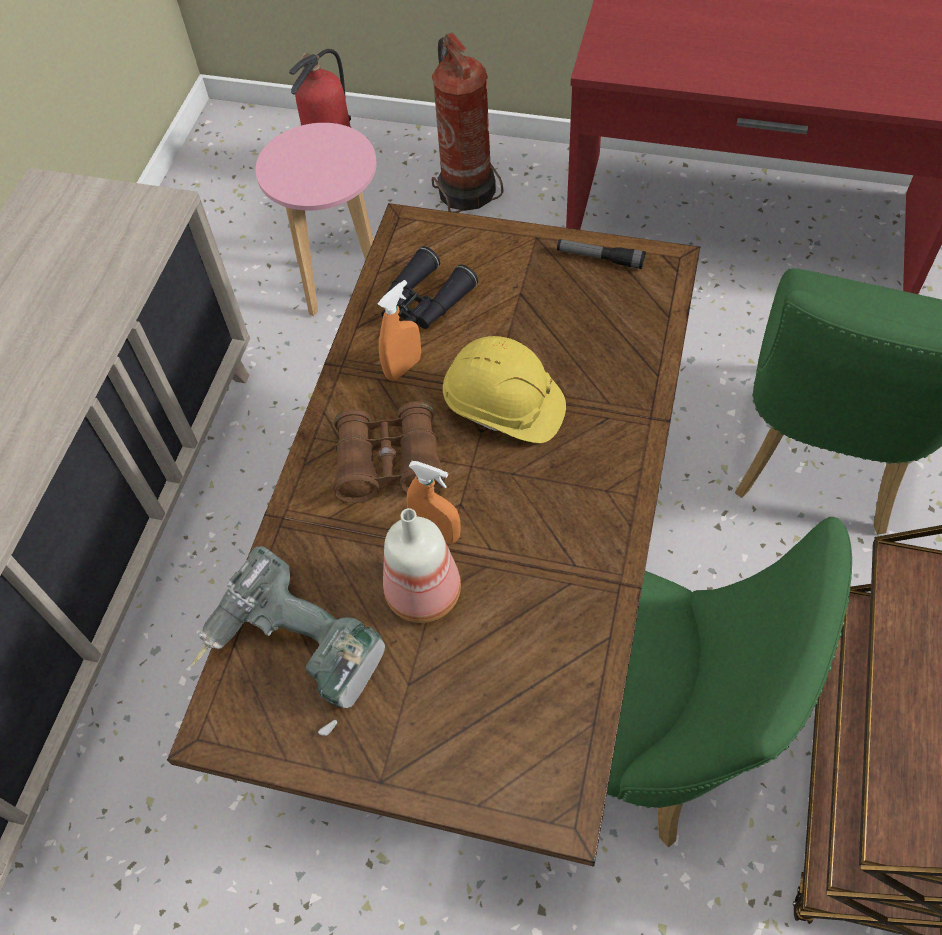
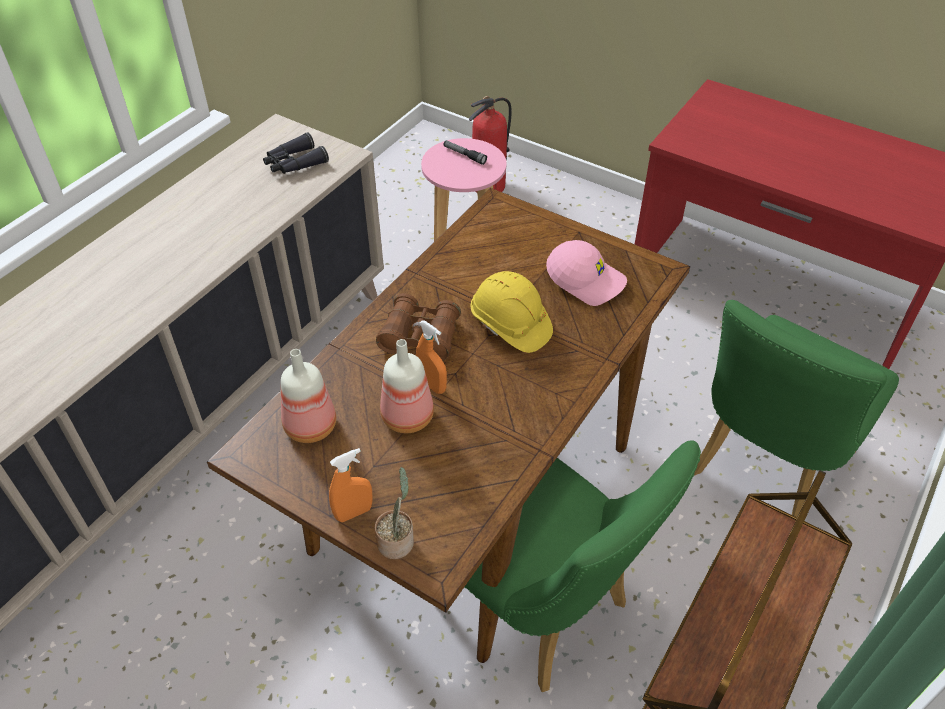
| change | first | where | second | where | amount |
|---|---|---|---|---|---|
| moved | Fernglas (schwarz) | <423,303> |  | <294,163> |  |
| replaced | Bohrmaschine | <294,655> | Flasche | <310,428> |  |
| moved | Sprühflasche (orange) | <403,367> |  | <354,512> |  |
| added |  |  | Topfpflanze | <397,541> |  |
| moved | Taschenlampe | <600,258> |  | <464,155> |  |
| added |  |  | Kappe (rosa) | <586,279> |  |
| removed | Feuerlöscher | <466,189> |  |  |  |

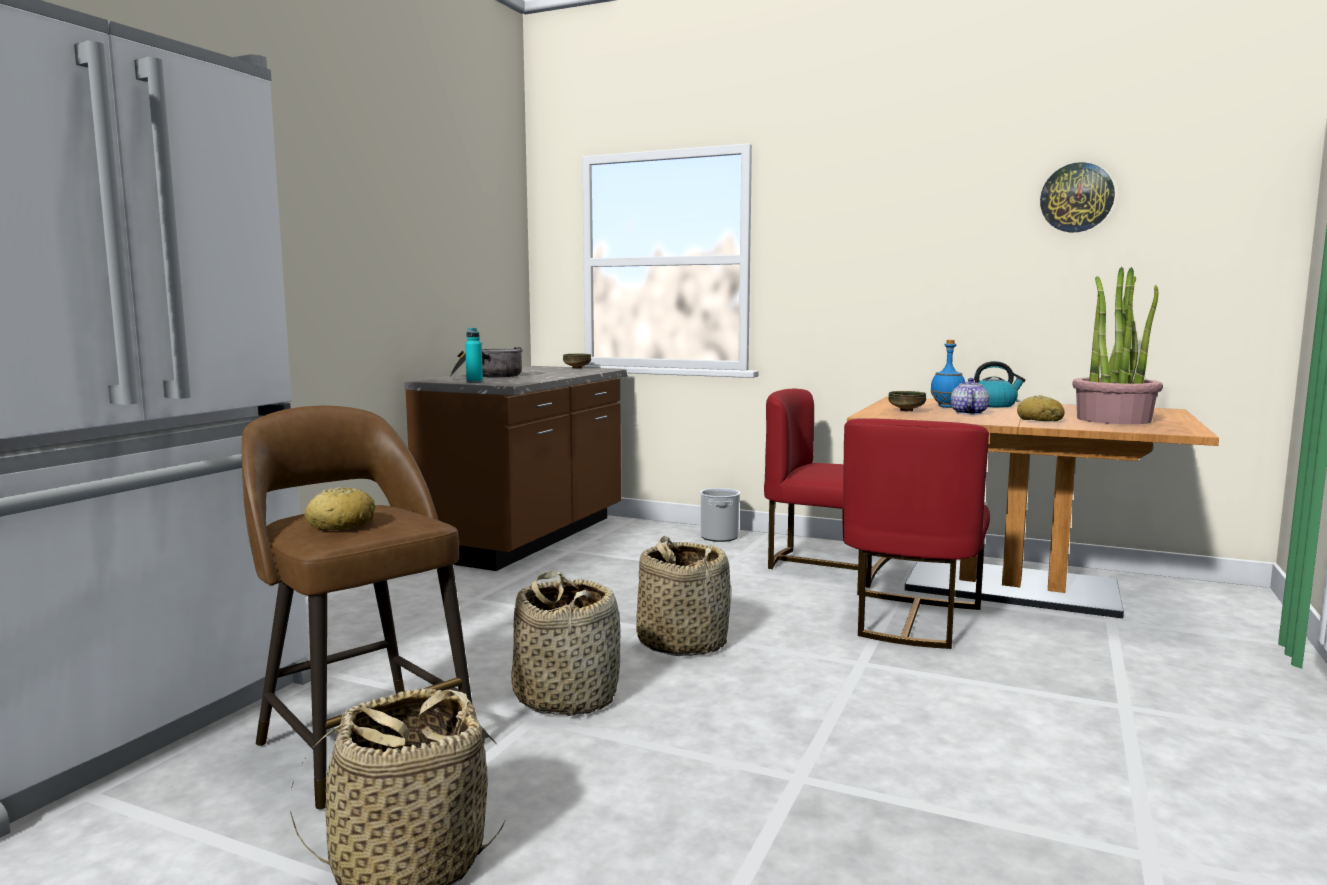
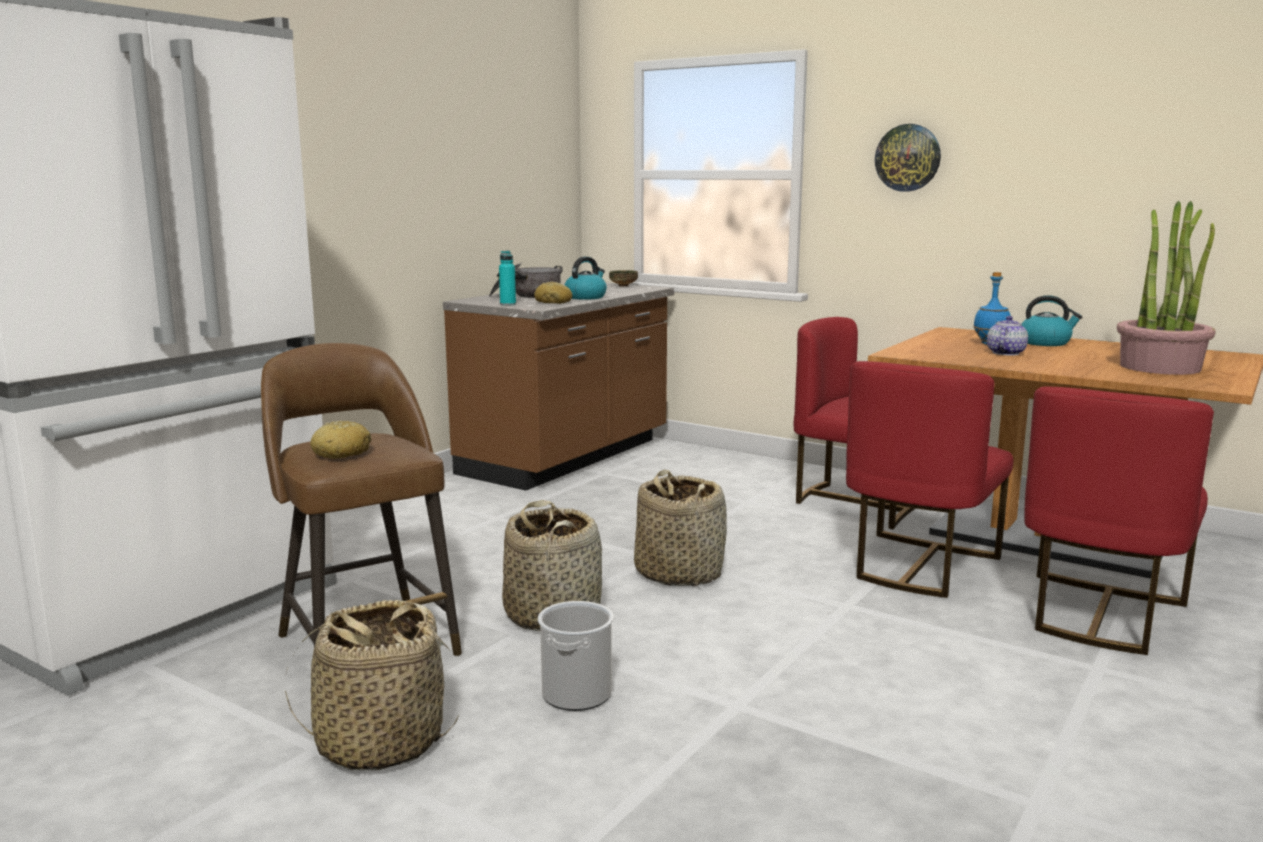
| change | first | where | second | where | amount |
|---|---|---|---|---|---|
| moved | Brot | <1040,420> |  | <553,302> |  |
| moved | Eimer | <719,537> |  | <577,694> |  |
| added |  |  | Wasserkessel | <586,297> |  |
| moved | Wanduhr | <1076,198> |  | <908,158> |  |
| added |  |  | Stuhl (rot) | <1099,614> |  |
| removed | Schüssel | <907,411> |  |  |  |

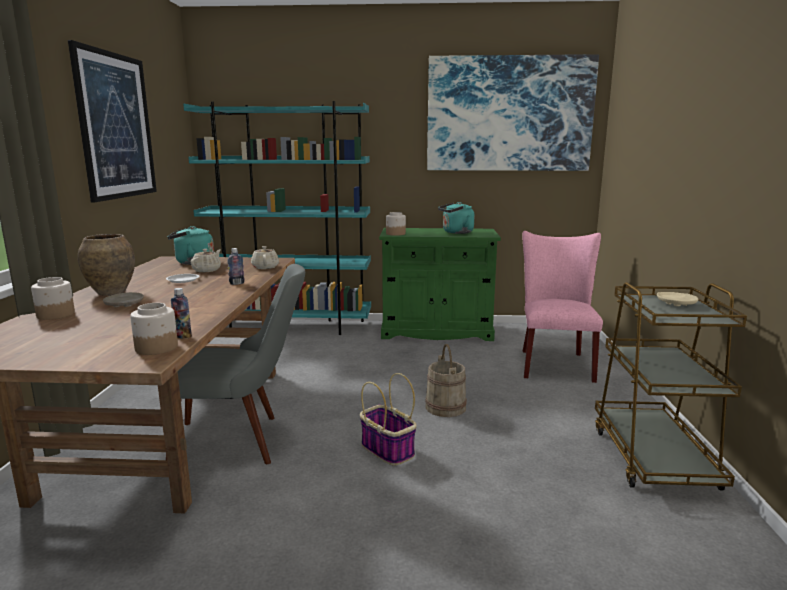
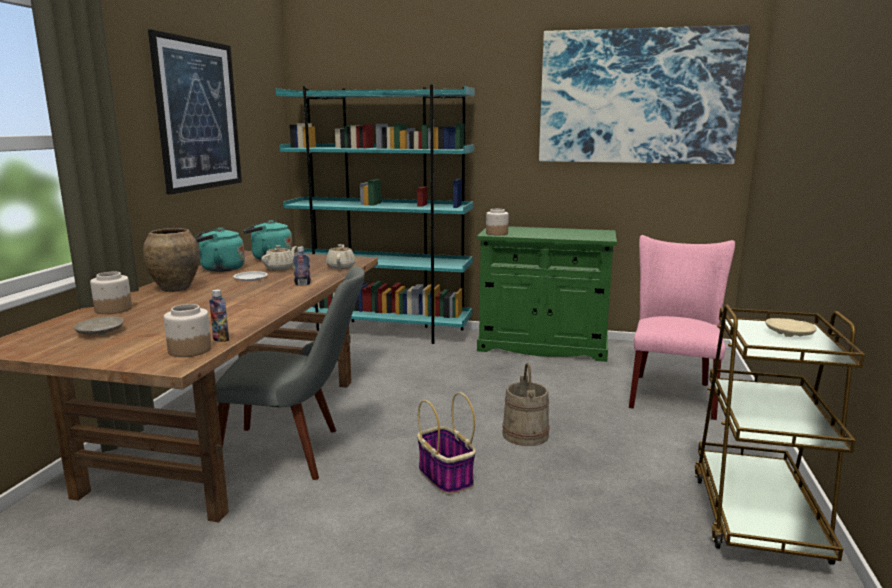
| change | first | where | second | where | amount |
|---|---|---|---|---|---|
| moved | Teller (beige) | <124,305> |  | <100,332> |  |
| moved | Wasserkessel (türkis) | <456,232> |  | <219,269> |  |

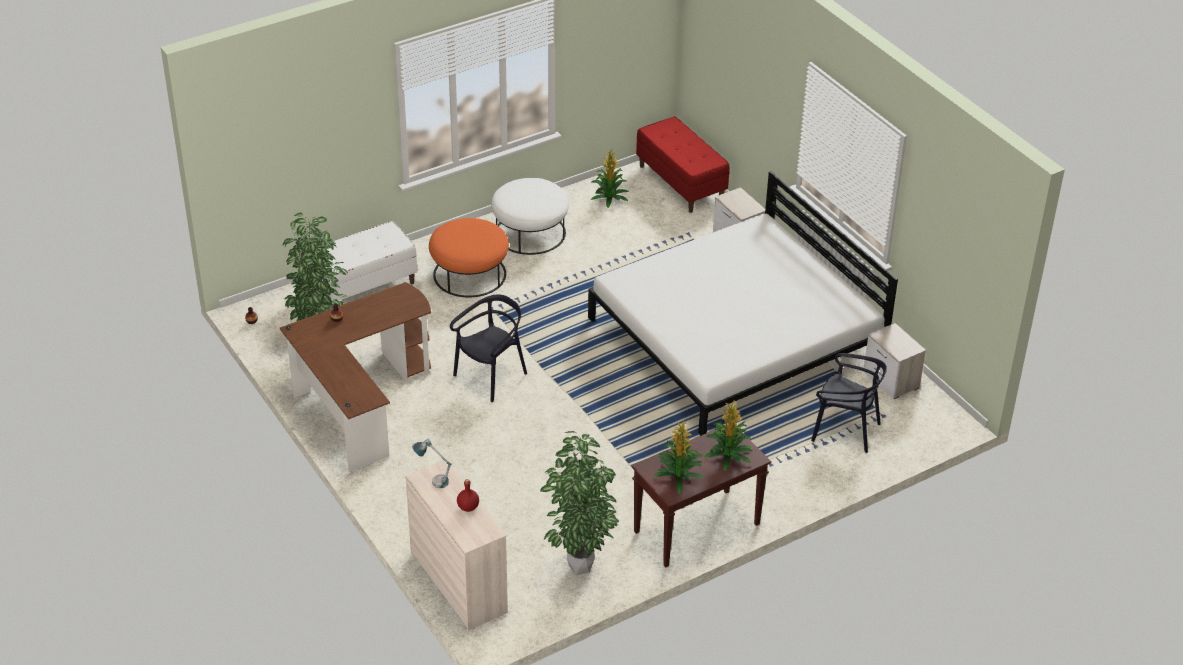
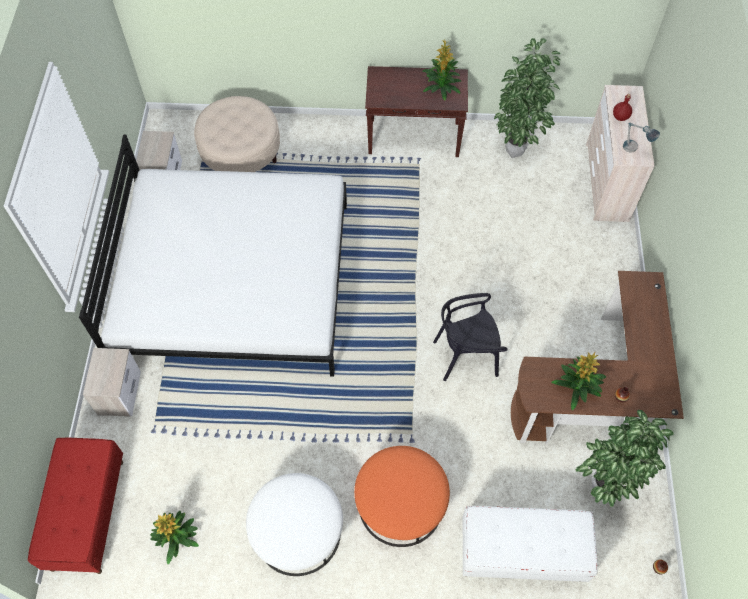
| change | first | where | second | where | amount |
|---|---|---|---|---|---|
| replaced | Stuhl (schwarz) | <845,430> | Polsterhocker (beige) | <241,155> |  |
| moved | Topfpflanze | <728,456> |  | <577,386> |  |

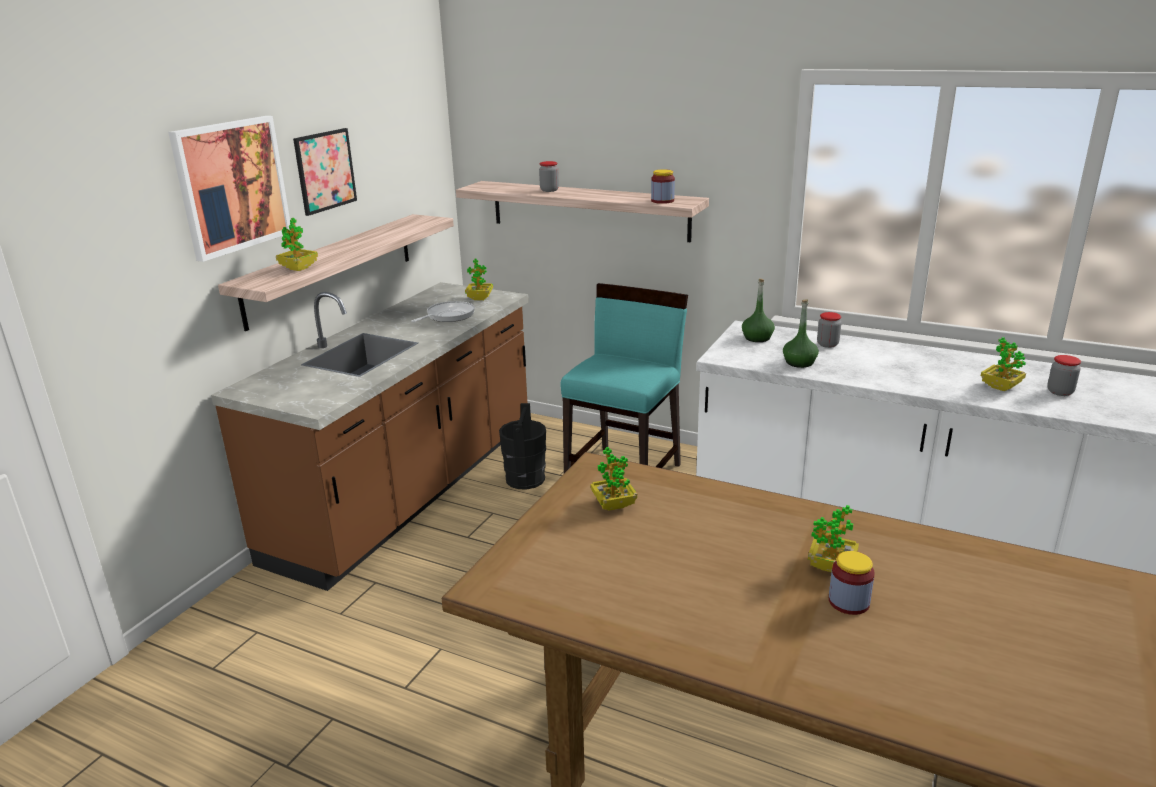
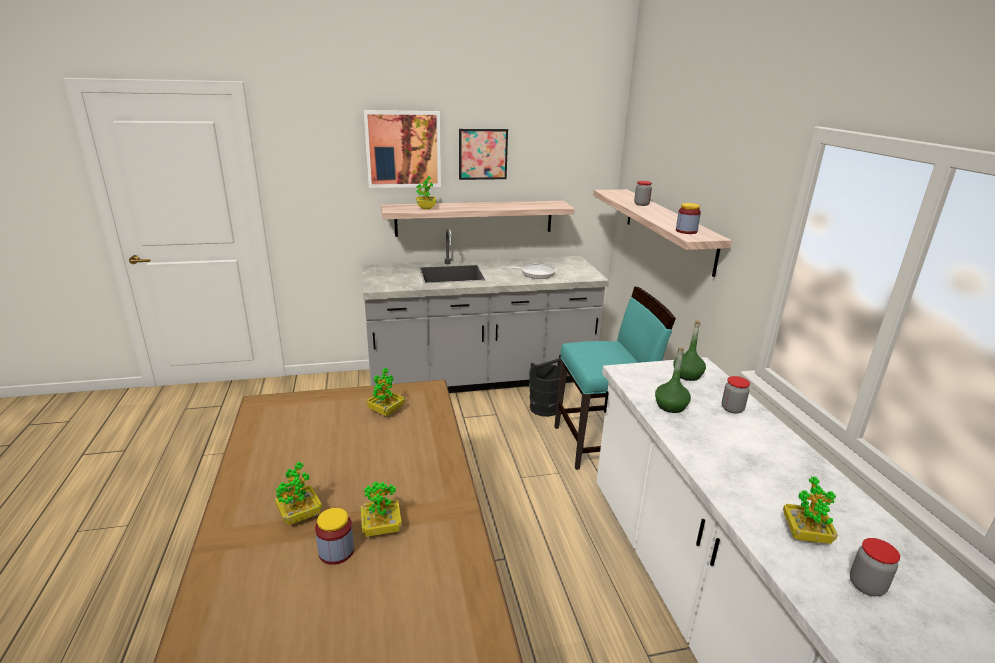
| change | first | where | second | where | amount |
|---|---|---|---|---|---|
| moved | Topfpflanze | <480,298> |  | <300,515> |  |
| recoloured | Küchenzeile (braun) | <410,492> | Küchenzeile (grau) | <481,379> |  |

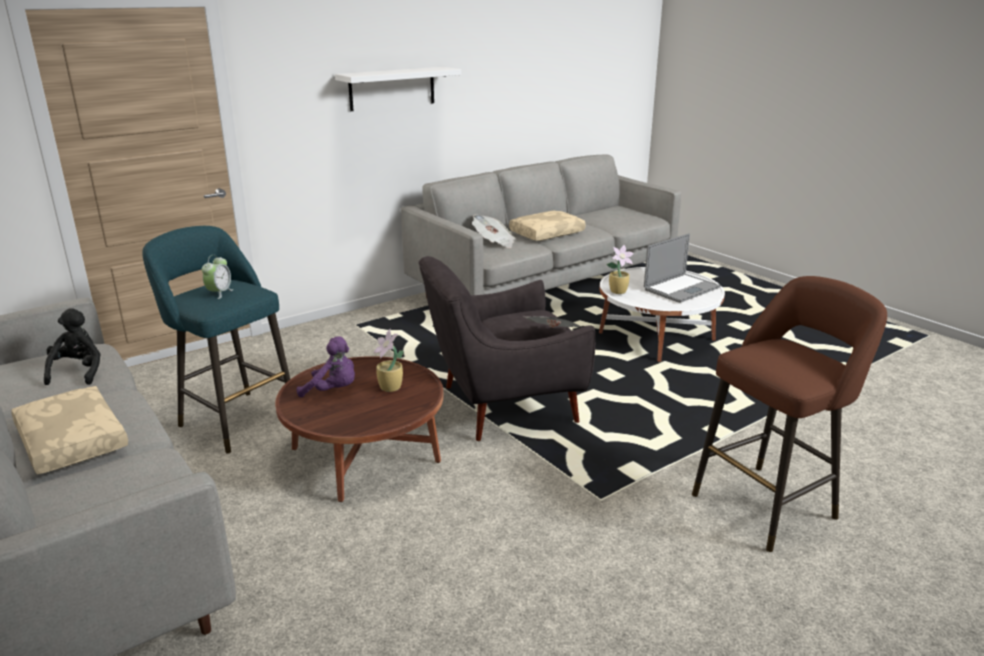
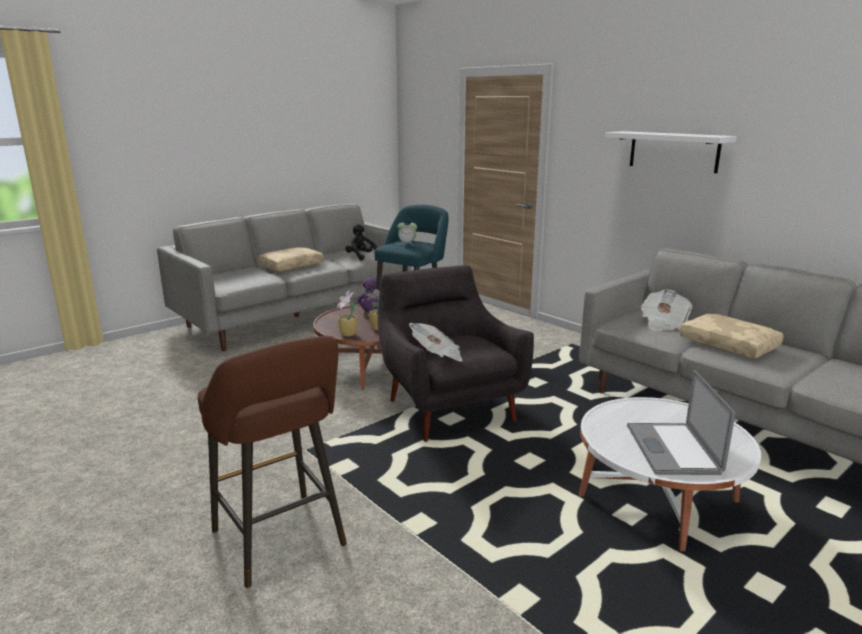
| change | first | where | second | where | amount |
|---|---|---|---|---|---|
| moved | Topfpflanze | <619,291> |  | <348,334> |  |
| turned | Plüschtier (schwarz) | <78,372> |  | <361,257> | 120 degrees counterclockwise |
| turned | Laptop | <681,288> |  | <672,449> | 45 degrees clockwise |

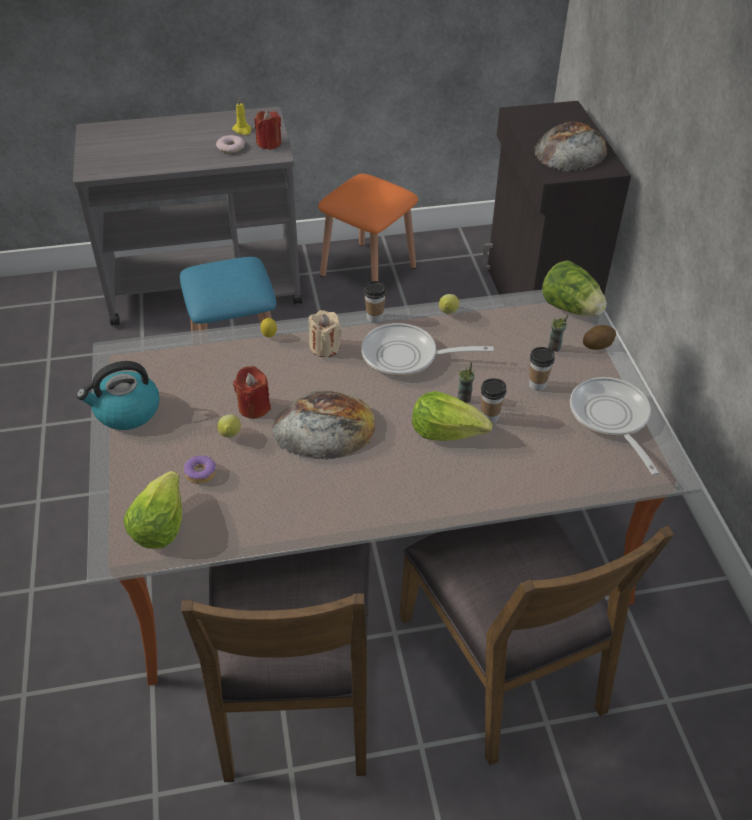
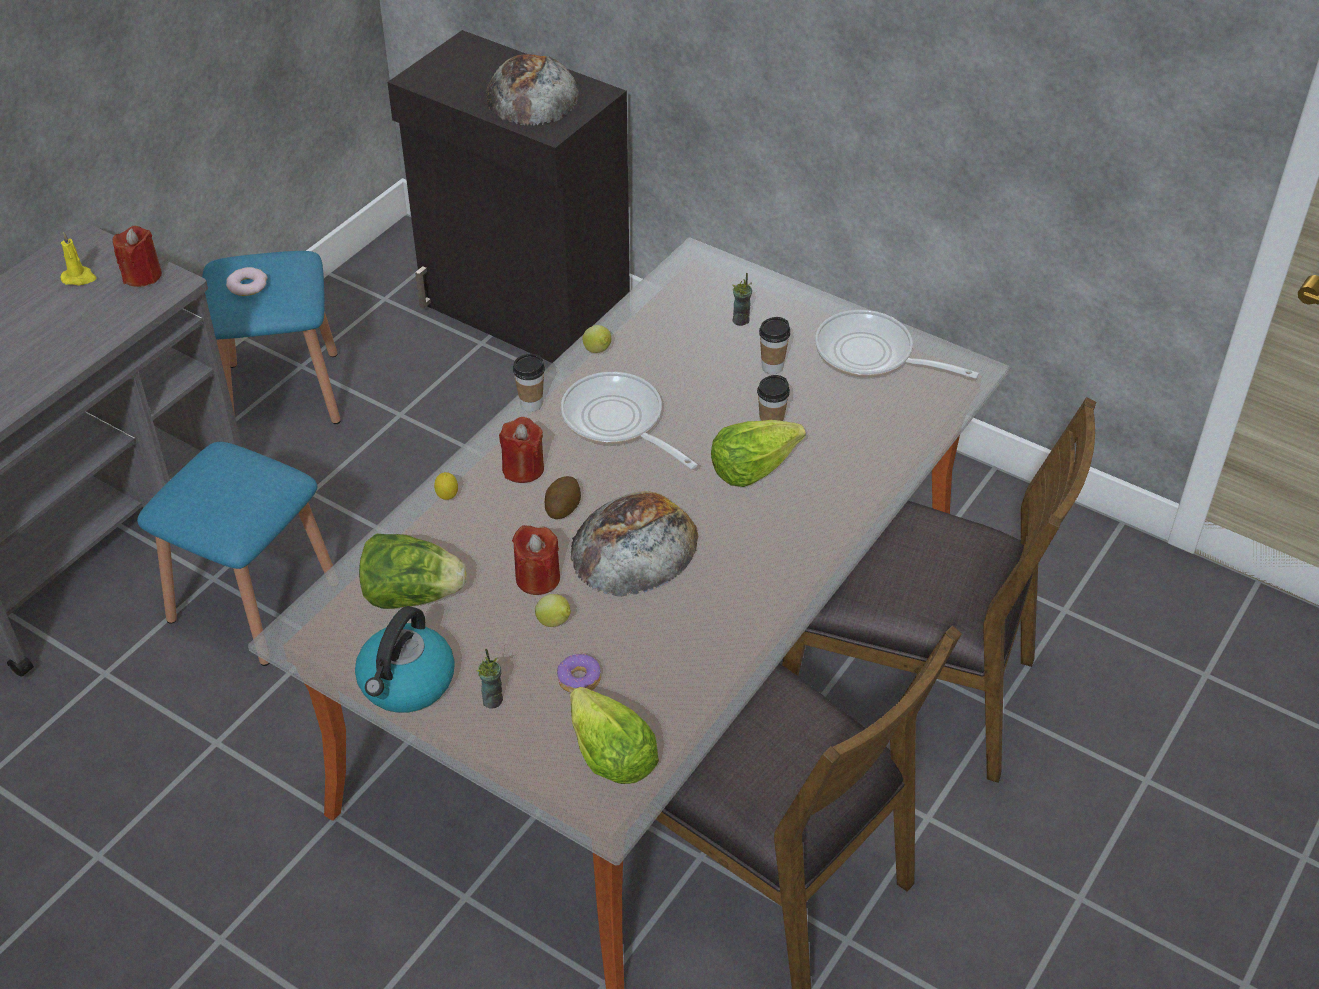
| change | first | where | second | where | amount |
|---|---|---|---|---|---|
| recoloured | Hocker (orange) | <368,271> | Hocker (blau) | <283,392> |  |
| moved | Donut | <231,147> |  | <247,285> |  |
| moved | Salatkopf | <571,308> |  | <412,595> |  |
| moved | Tasse | <464,398> |  | <492,699> |  |
| recoloured | Kerze (beige) | <325,347> | Kerze (rot) | <523,469> |  |
| moved | Kartoffel | <597,345> |  | <562,507> |  |
| turned | Pfanne | <406,356> |  | <618,422> | 90 degrees clockwise |

